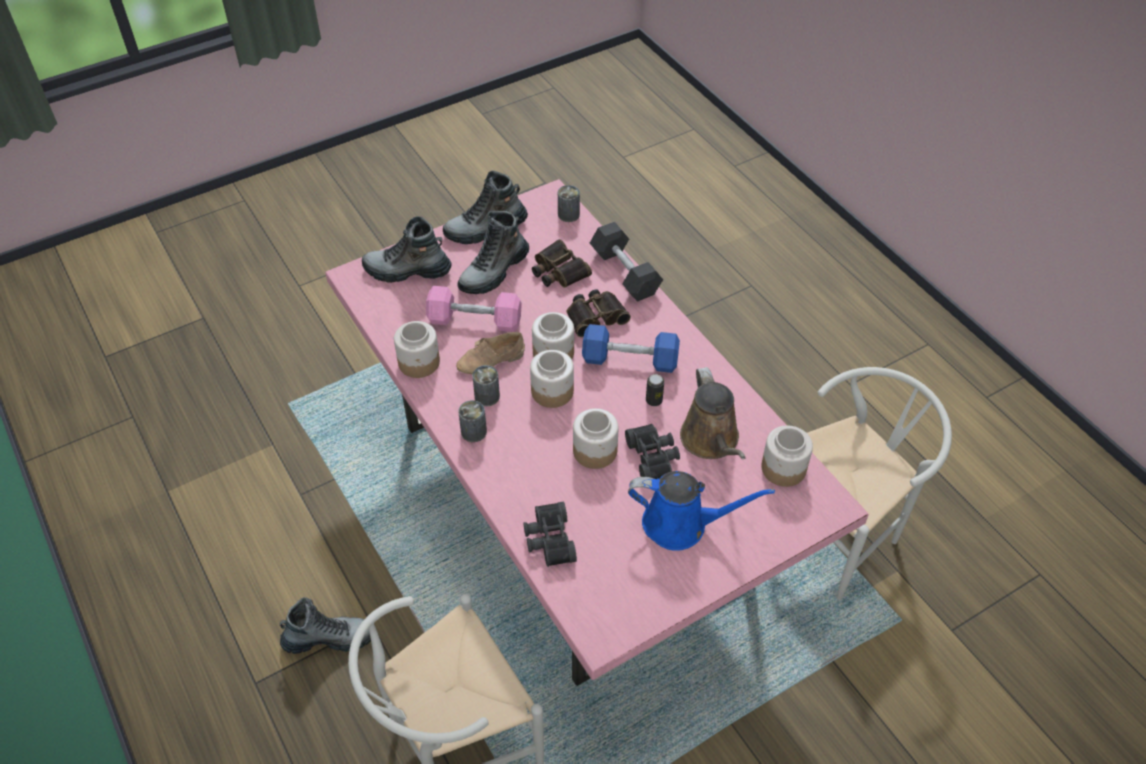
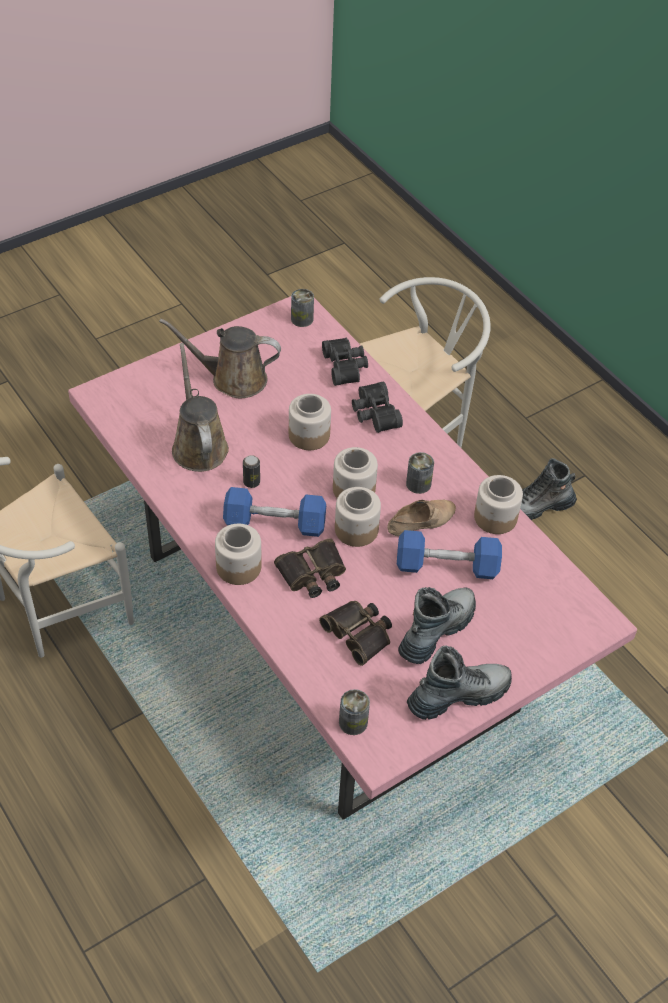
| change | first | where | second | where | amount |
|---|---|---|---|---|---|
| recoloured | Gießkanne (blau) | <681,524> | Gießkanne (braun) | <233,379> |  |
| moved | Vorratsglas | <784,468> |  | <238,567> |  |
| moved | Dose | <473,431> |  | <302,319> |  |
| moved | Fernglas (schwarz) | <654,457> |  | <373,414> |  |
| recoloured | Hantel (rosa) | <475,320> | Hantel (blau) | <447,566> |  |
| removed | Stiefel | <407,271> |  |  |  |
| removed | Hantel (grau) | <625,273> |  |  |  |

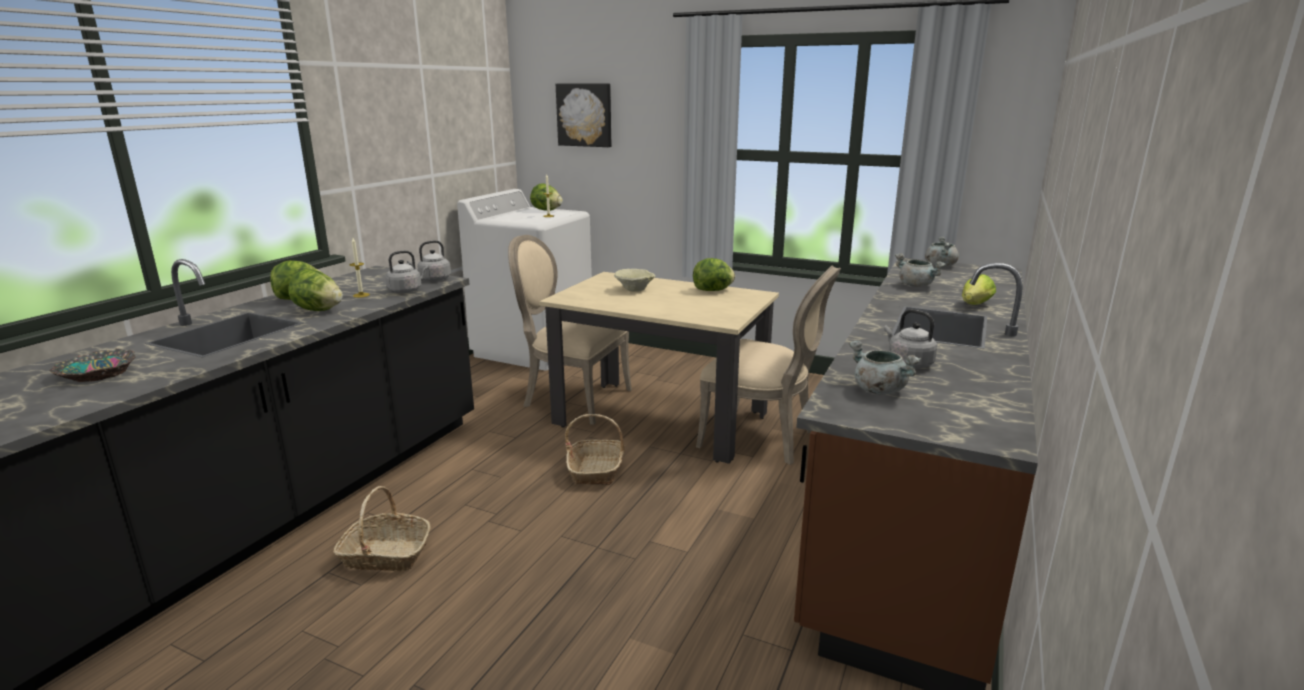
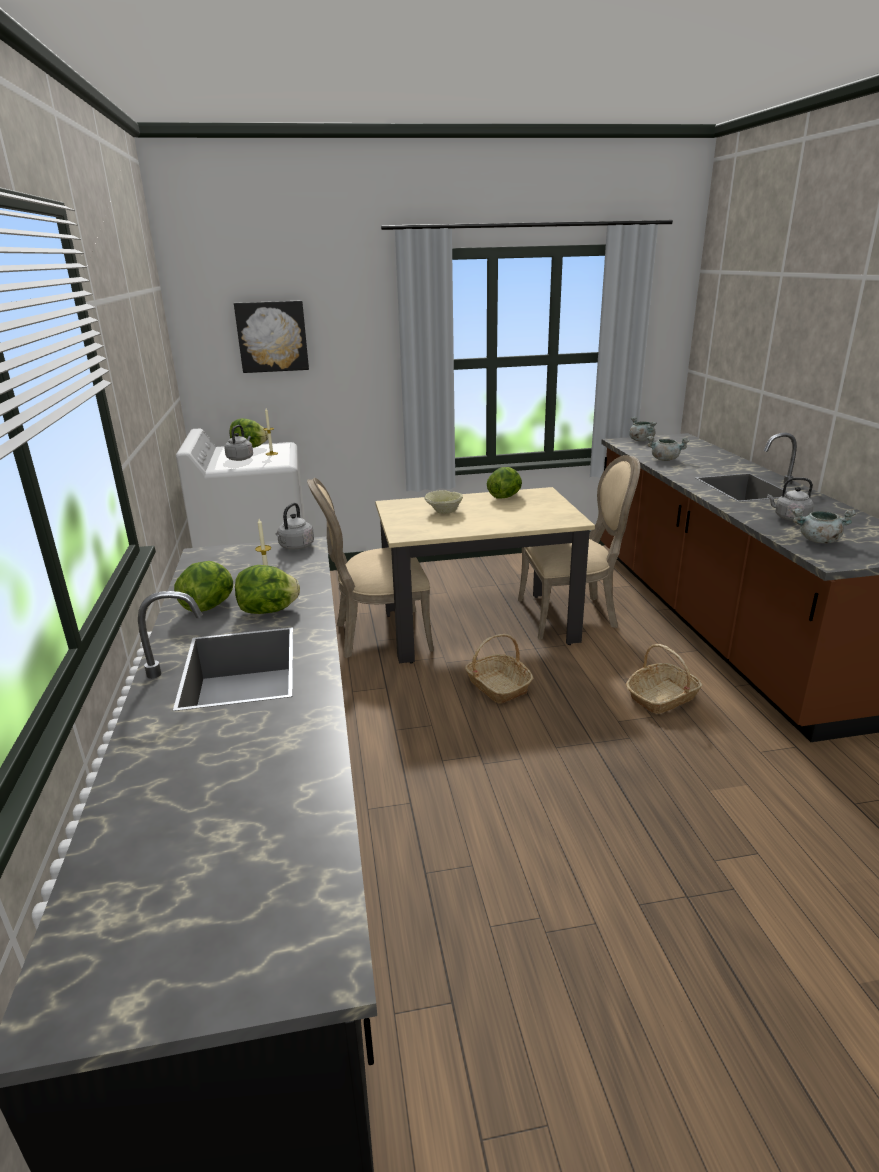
| change | first | where | second | where | amount |
|---|---|---|---|---|---|
| moved | Wasserkessel (grau) | <407,290> |  | <241,458> |  |
| moved | Korb | <385,555> |  | <662,697> |  |
| removed | Schüssel | <97,373> |  |  |  |
| removed | Salatkopf | <974,305> |  |  |  |

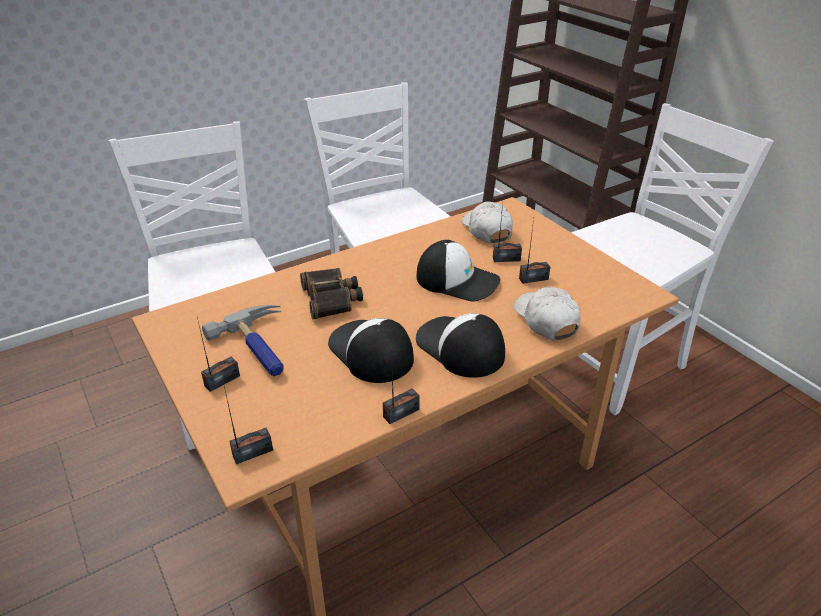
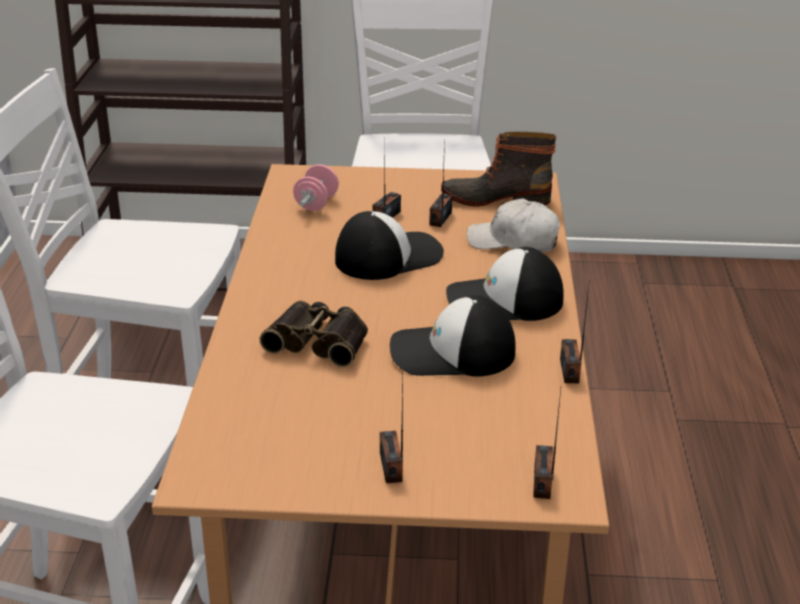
| change | first | where | second | where | amount |
|---|---|---|---|---|---|
| replaced | Kappe (weiß) | <486,230> | Hantel (rosa) | <316,203> |  |
| added |  |  | Stiefel | <495,198> |  |
| removed | Hammer | <260,347> |  |  |  |

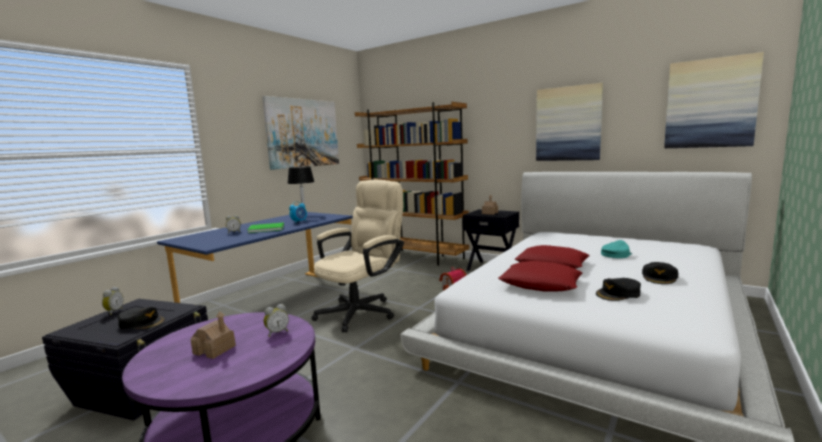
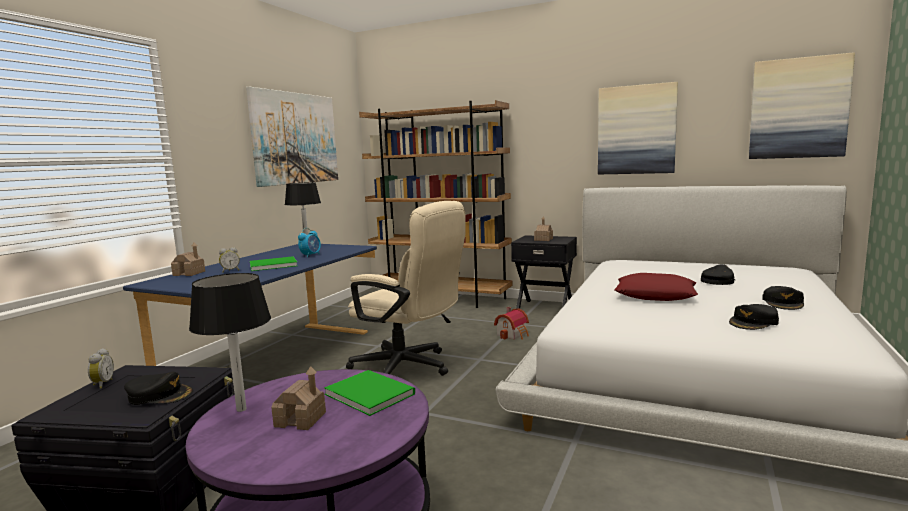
| change | first | where | second | where | amount |
|---|---|---|---|---|---|
| added |  |  | Spielzeughaus | <189,273> |  |
| added |  |  | Tischlampe (schwarz) | <241,409> |  |
| replaced | Wecker | <277,332> | Buch (grün) | <369,393> |  |
| turned | Bürostuhl (beige) | <362,311> |  | <409,368> | 90 degrees clockwise |
| recoloured | Kappe (türkis) | <616,254> | Kappe (schwarz) | <717,281> |  |
| removed | Kissen (rot) | <540,284> |  |  |  |

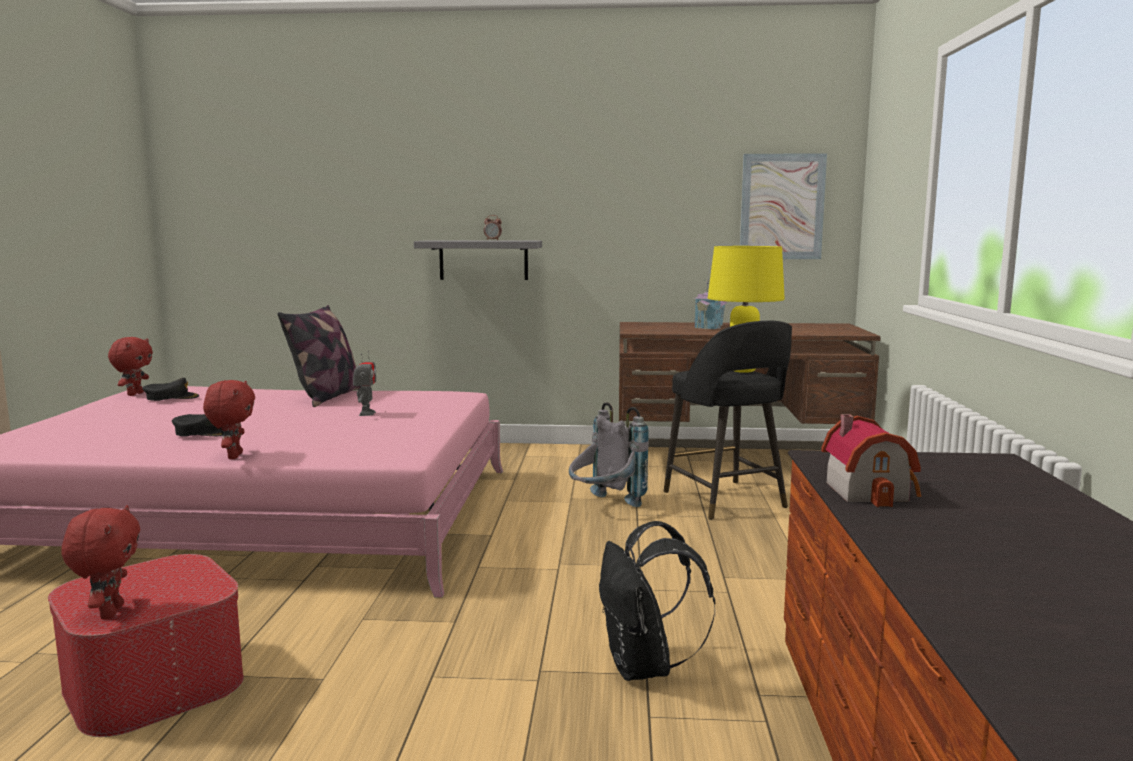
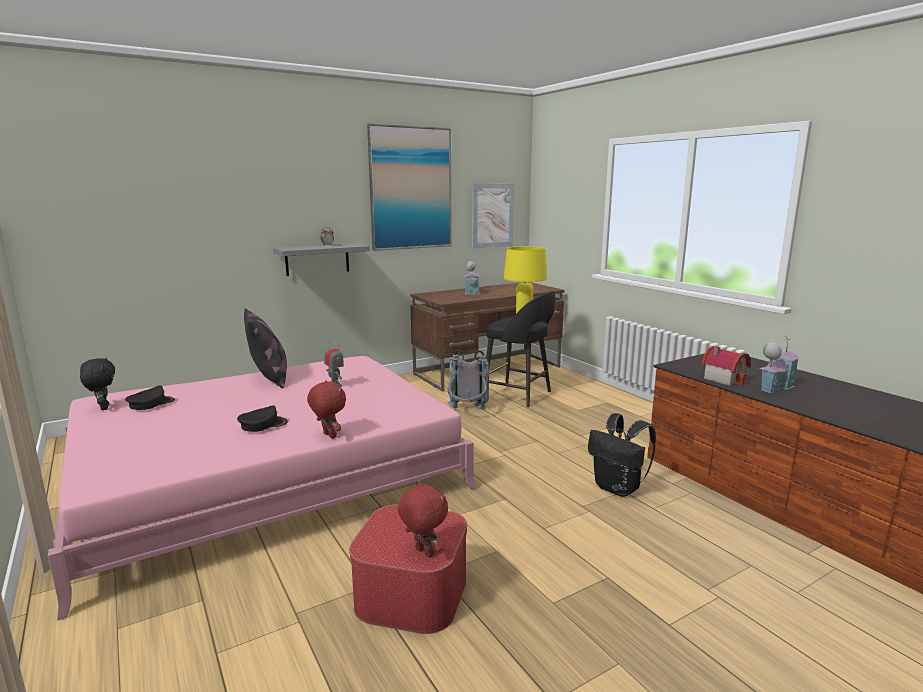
| change | first | where | second | where | amount |
|---|---|---|---|---|---|
| recoloured | Plüschtier (rot) | <134,394> | Plüschtier (schwarz) | <103,407> |  |
| added |  |  | Bild | <411,188> |  |
| added |  |  | Spielzeughaus | <774,387> |  |

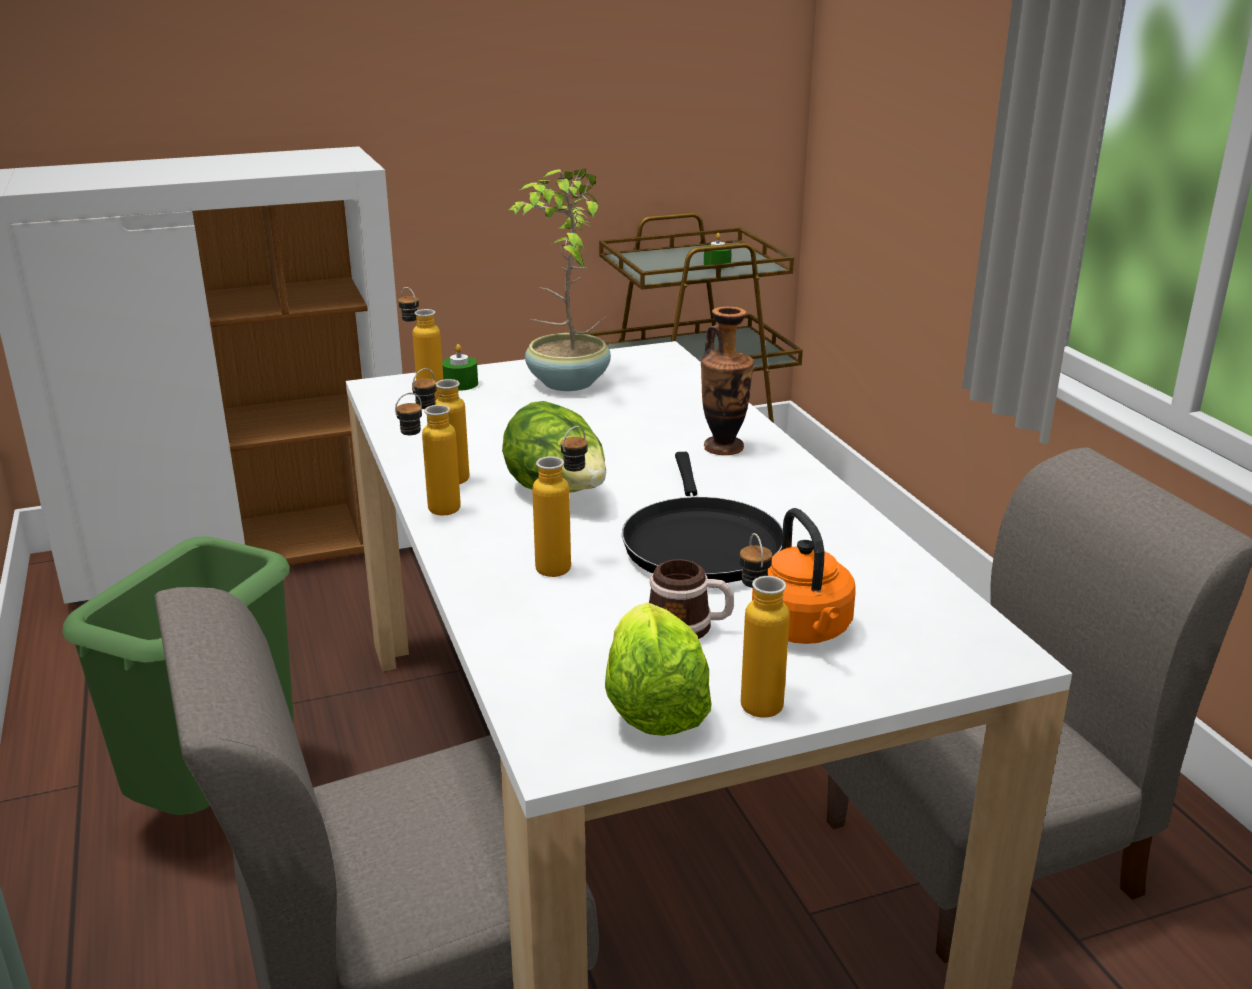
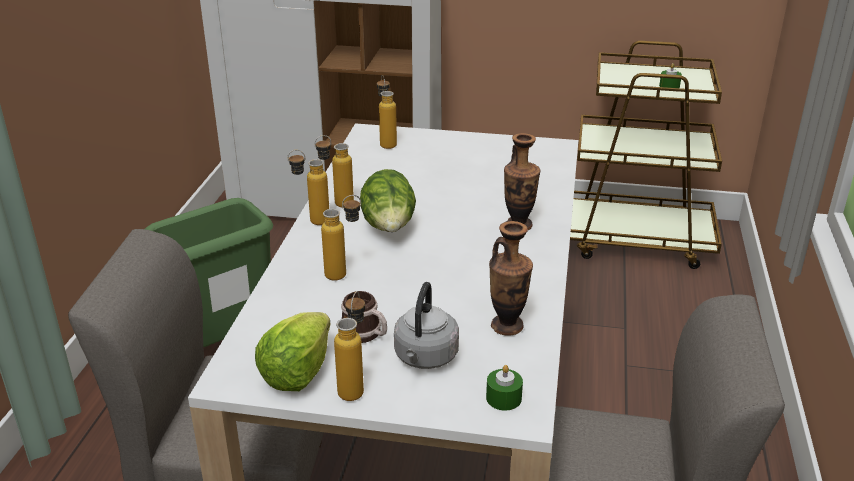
| change | first | where | second | where | amount |
|---|---|---|---|---|---|
| recoloured | Wasserkessel (orange) | <803,630> | Wasserkessel (grau) | <425,358> |  |
| moved | Kerze (grün) | <460,384> |  | <503,398> |  |
| added |  |  | Vase | <507,326> |  |
| removed | Topfpflanze | <566,383> |  |  |  |
| removed | Pfanne (schwarz) | <700,543> |  |  |  |

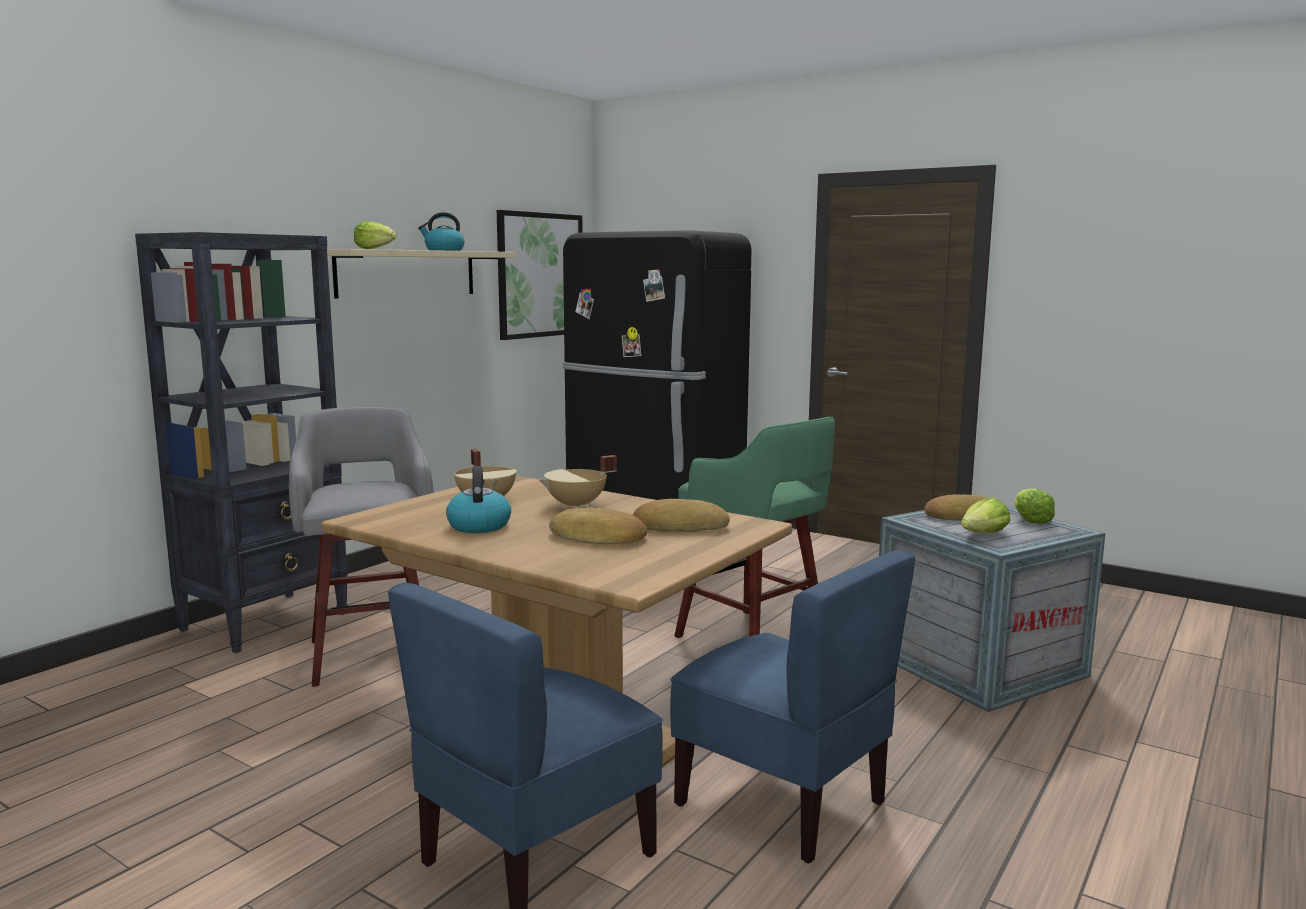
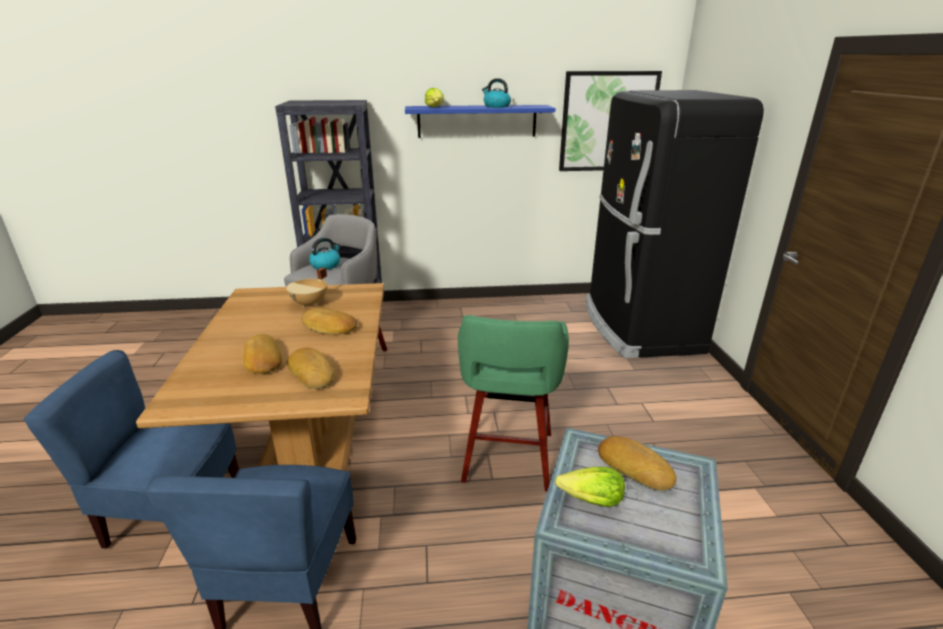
| change | first | where | second | where | amount |
|---|---|---|---|---|---|
| replaced | Kochtopf (beige) | <576,506> | Brot | <329,327> |  |
| moved | Wasserkessel | <478,525> |  | <326,265> |  |
| recoloured | Wandregal (beige) | <407,273> | Wandregal (blau) | <477,121> |  |
| removed | Salatkopf | <1030,520> |  |  |  |

